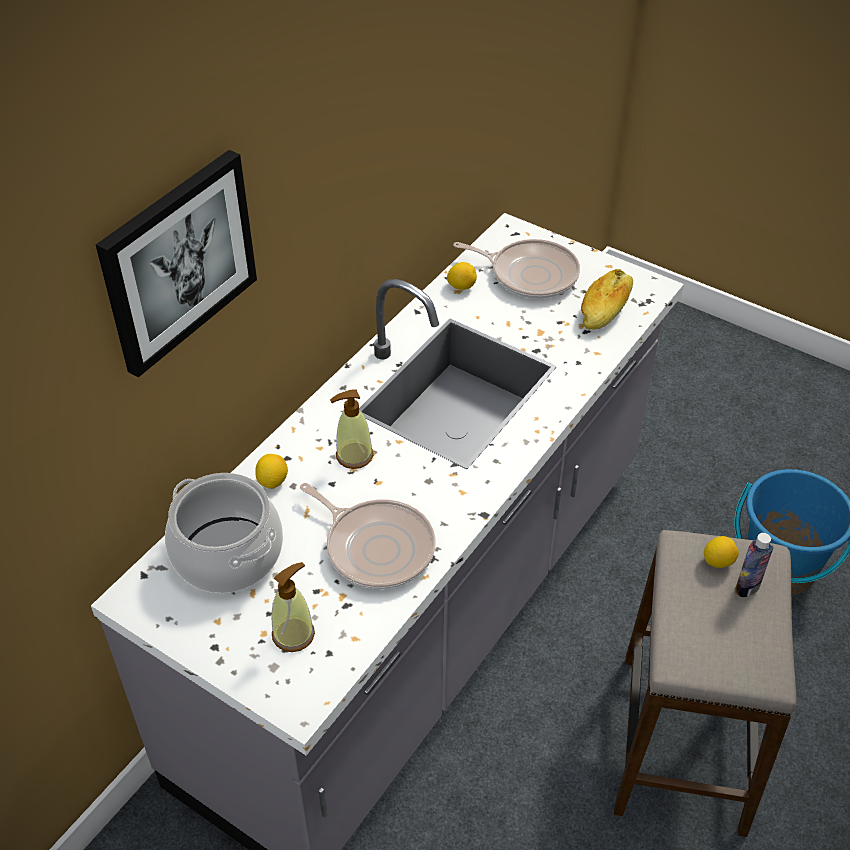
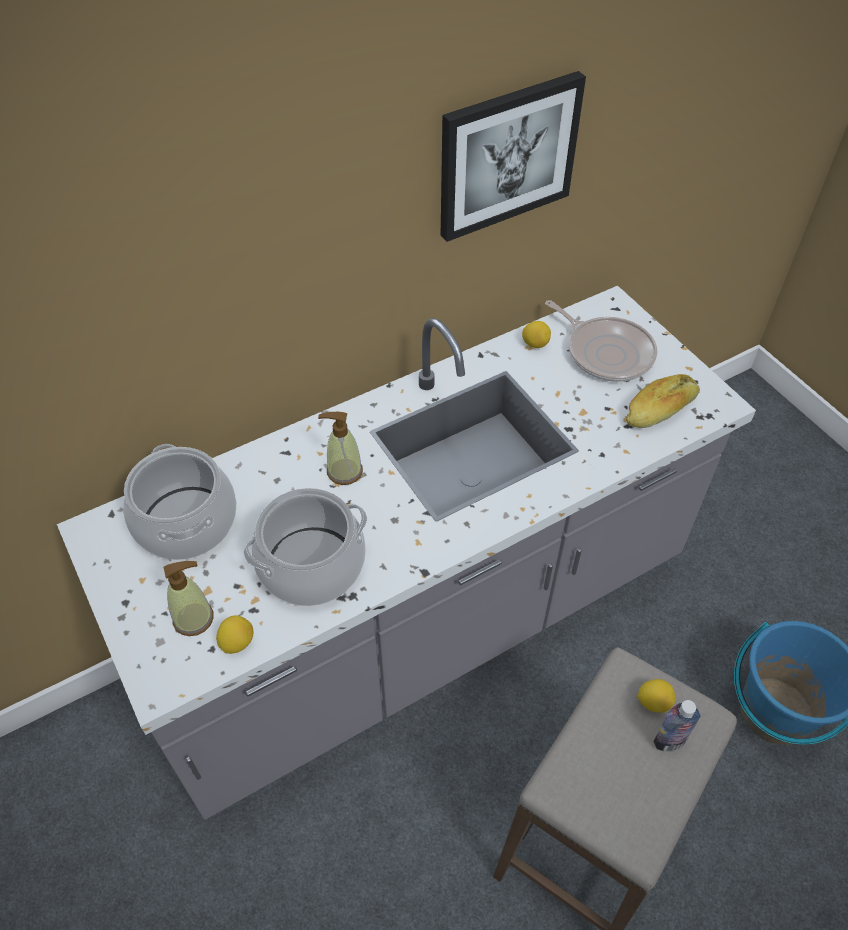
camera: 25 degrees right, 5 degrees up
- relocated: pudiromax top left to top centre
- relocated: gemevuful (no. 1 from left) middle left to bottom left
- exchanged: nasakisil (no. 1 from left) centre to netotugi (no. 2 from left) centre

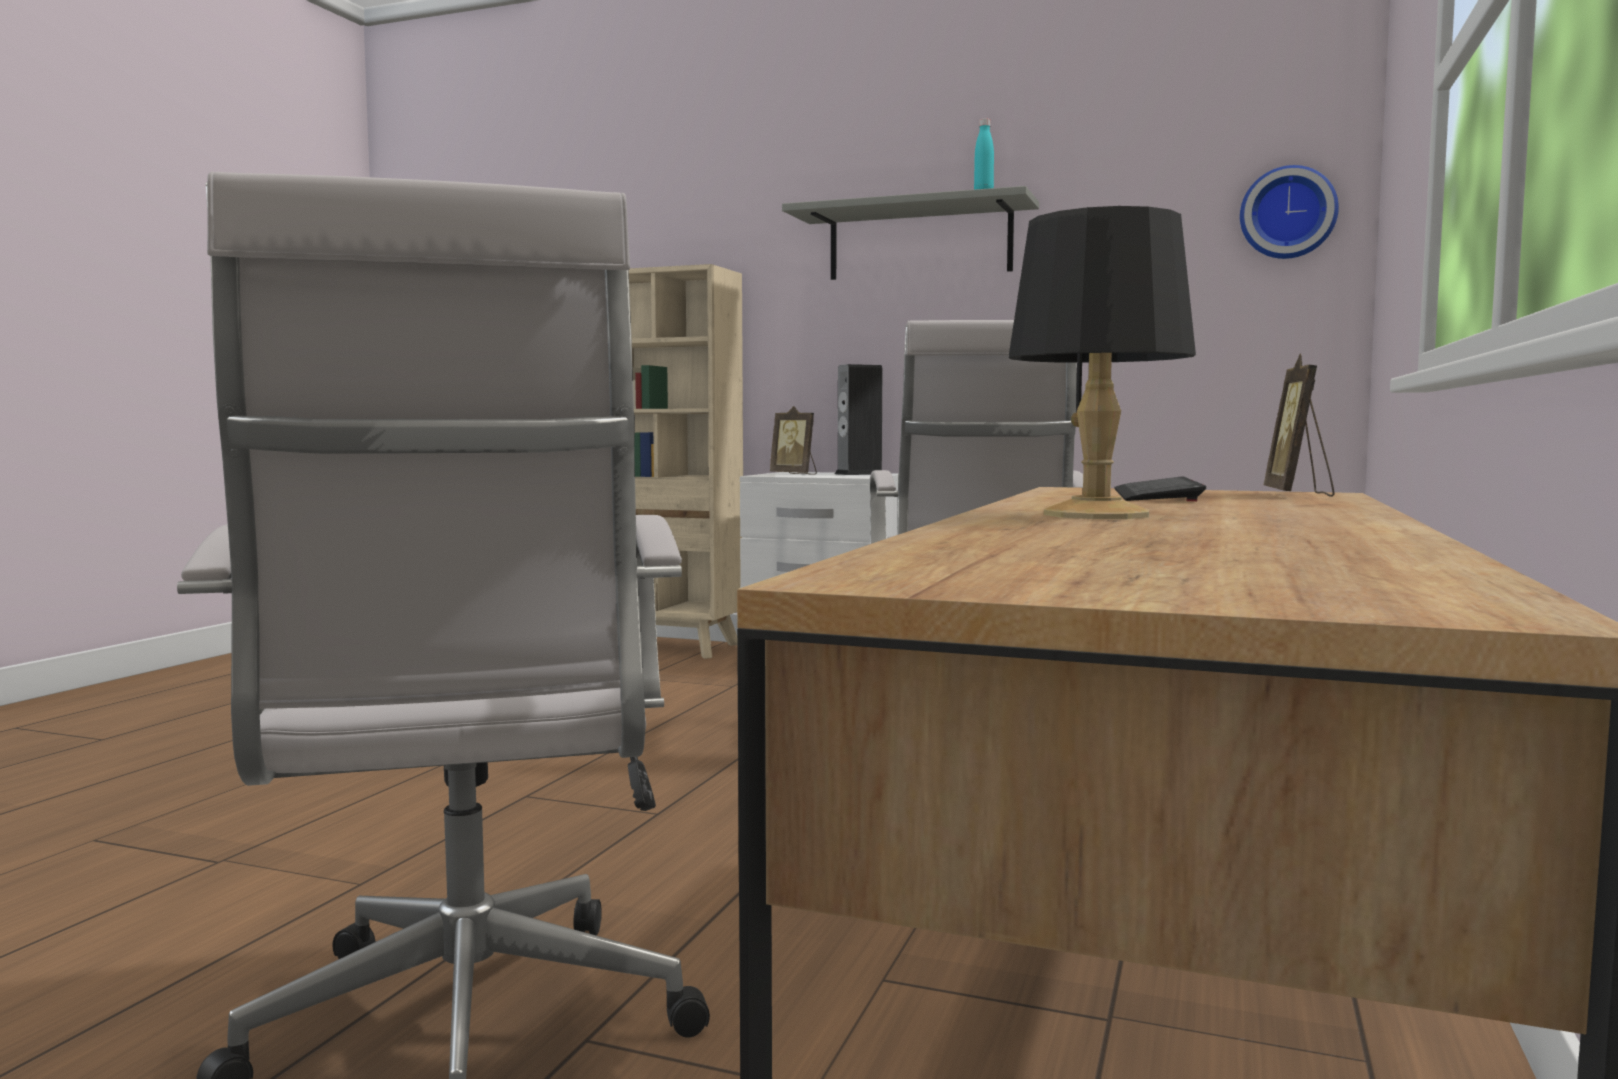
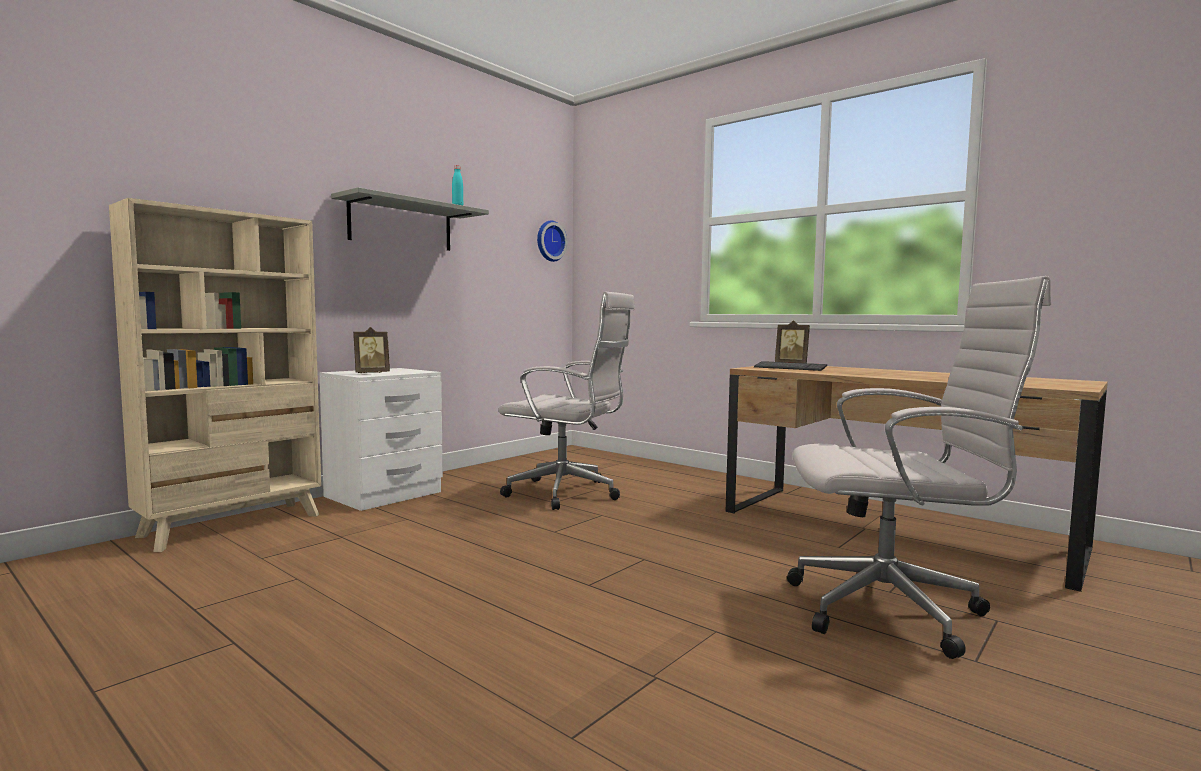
camera: 70 degrees left, 0 degrees up
- missing: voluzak centre
- missing: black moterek middle right

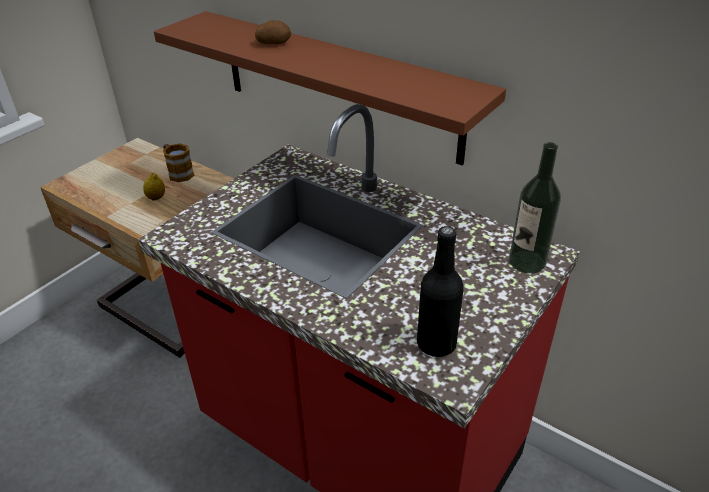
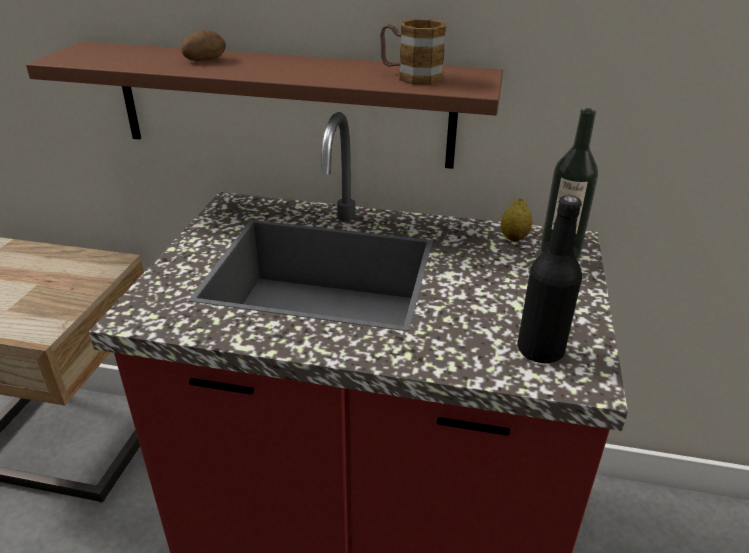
camera: 25 degrees left, 5 degrees down
- relocated: gemevuful middle left to middle right
- relocated: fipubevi top left to top centre

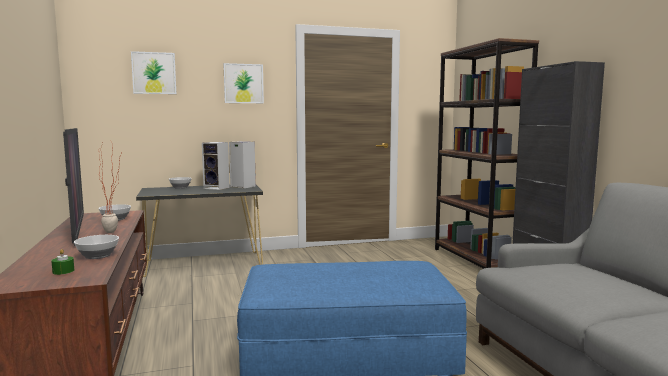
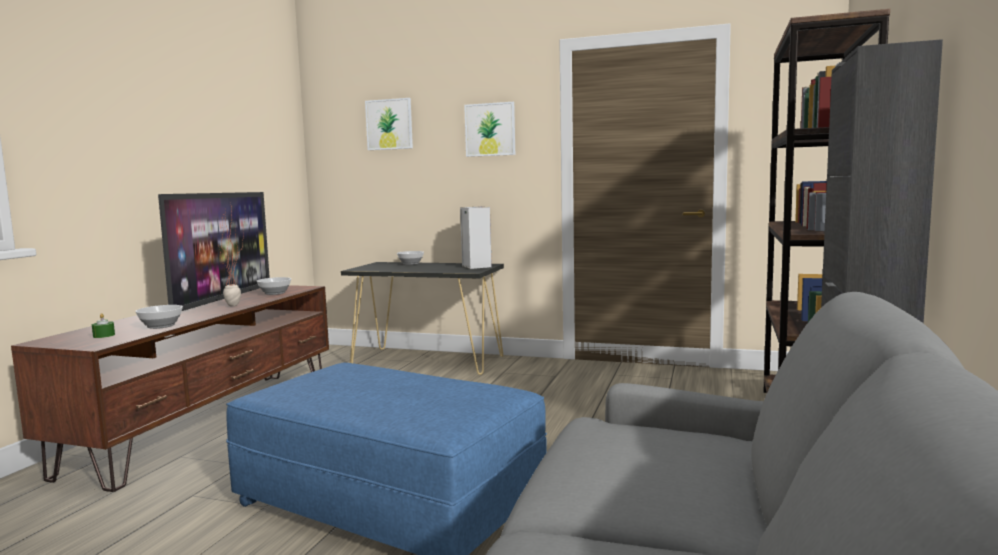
camera: 35 degrees right, 0 degrees up
- missing: voluzak (no. 1 from left) middle left

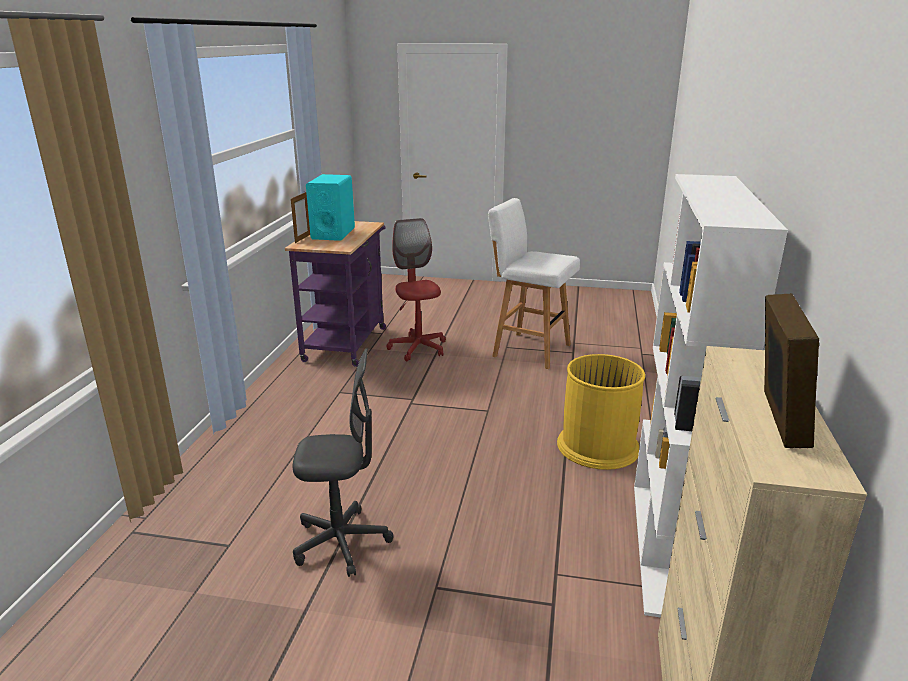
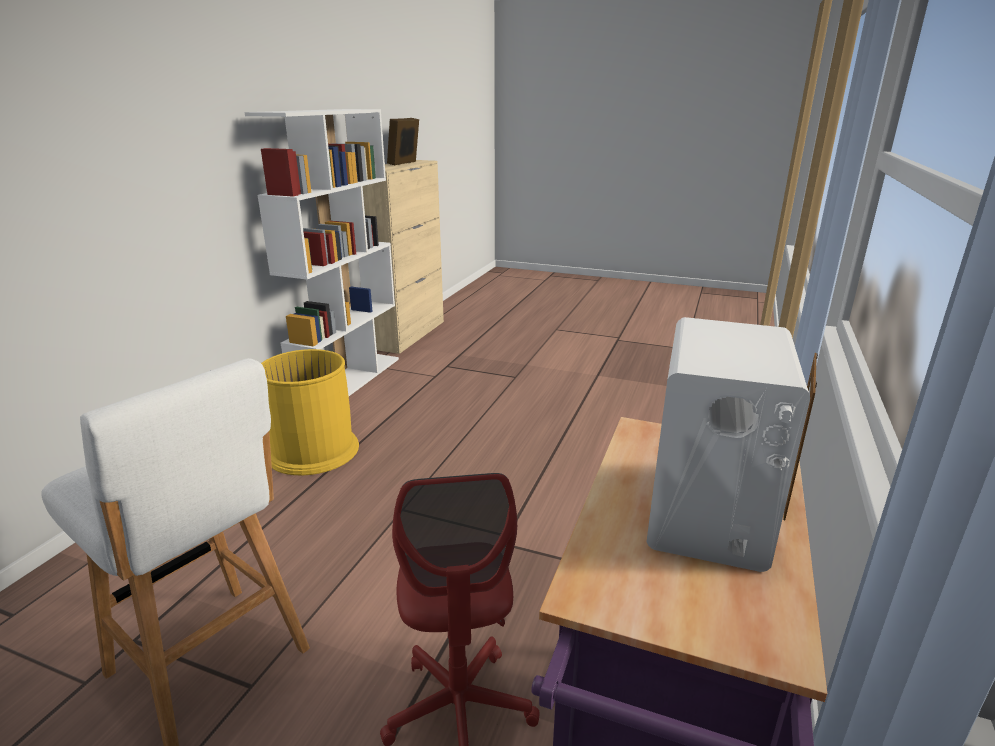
camera: 170 degrees left, 0 degrees up
- missing: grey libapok bottom centre
- colour: turquoise voluzak top centre to white voluzak middle right

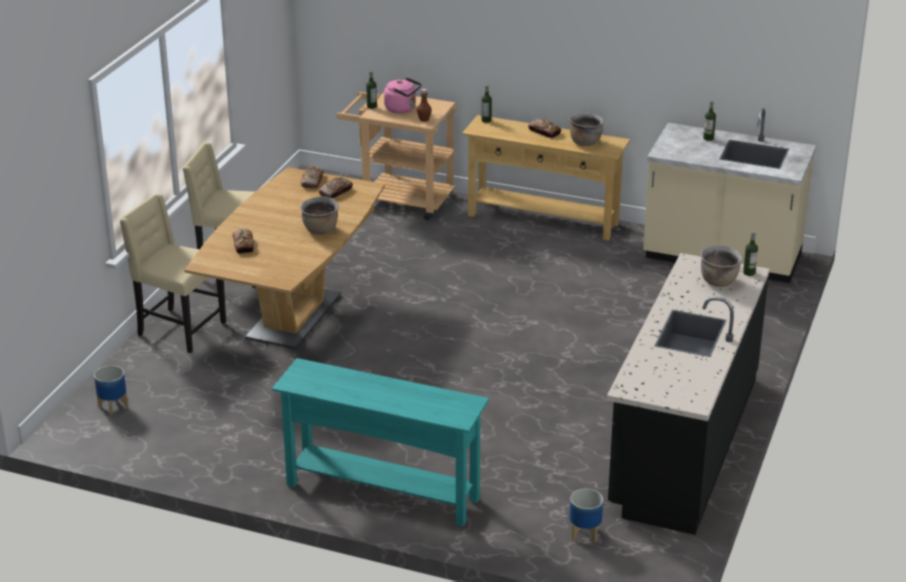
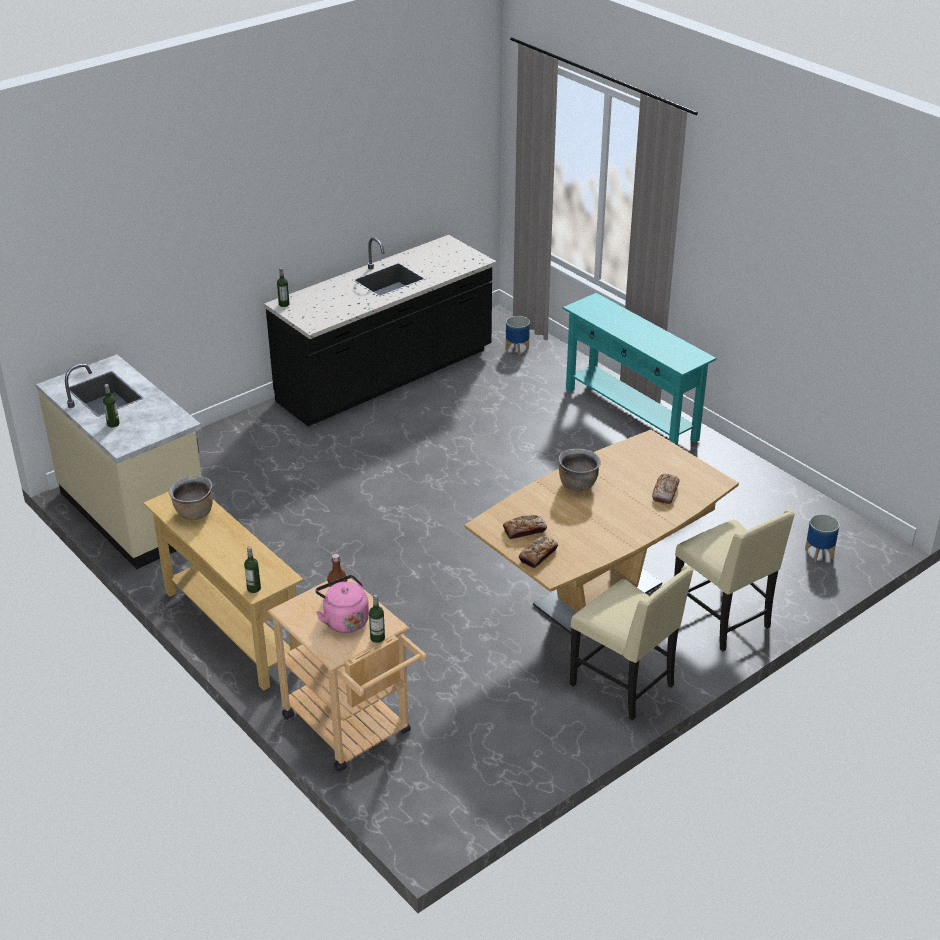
camera: 150 degrees left, 5 degrees up
- missing: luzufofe (no. 4 from left) top centre
- missing: brown netotugi (no. 3 from left) middle right

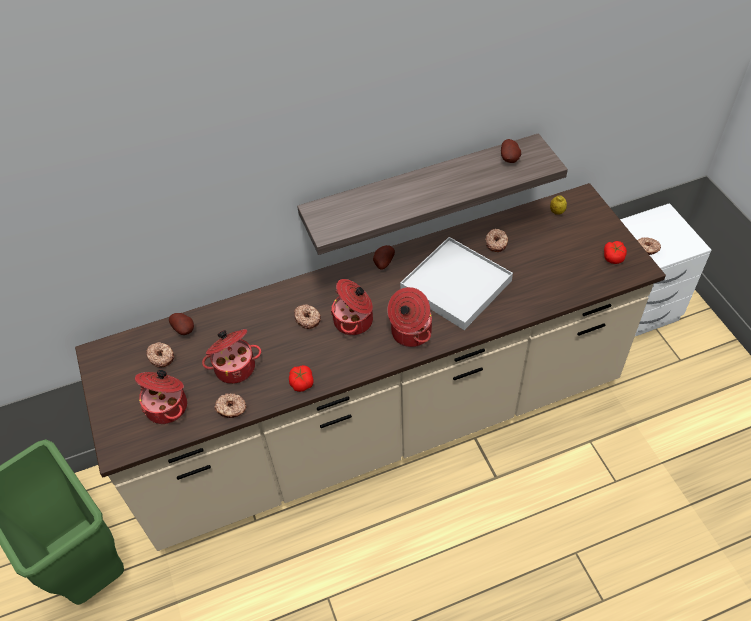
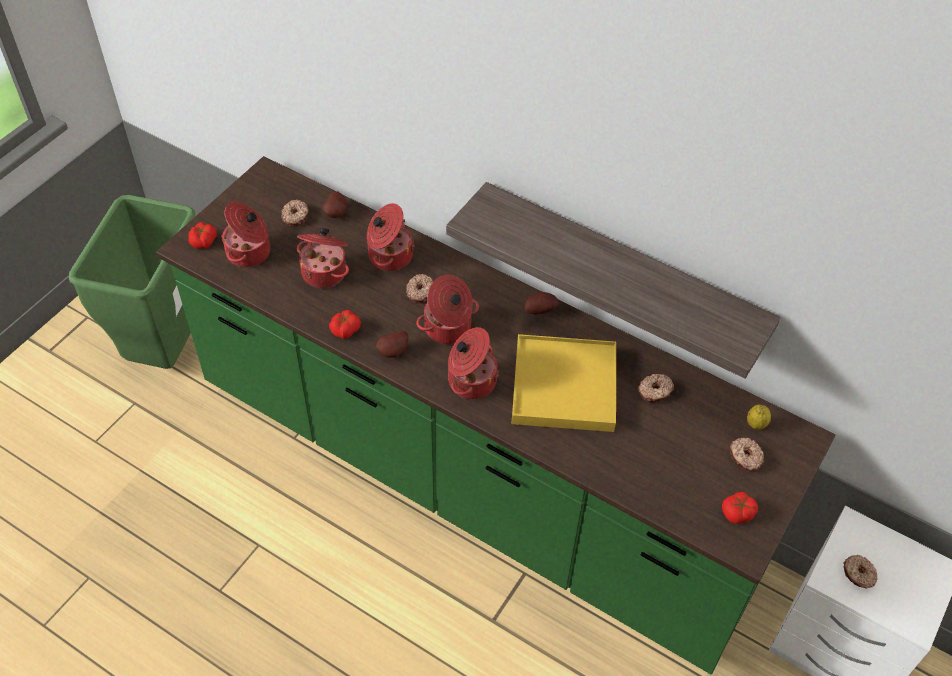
camera: 50 degrees right, 0 degrees up
- appeared: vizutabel (no. 1 from left) middle left
- appeared: netotugi (no. 3 from left) centre
- relocated: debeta (no. 2 from left in the first image) middle left to debeta (no. 4 from left) bottom right
- relocated: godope (no. 3 from left in the first image) top right to godope (no. 2 from left) centre
- colour: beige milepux centre to green milepux centre
- colour: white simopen centre to yellow simopen centre

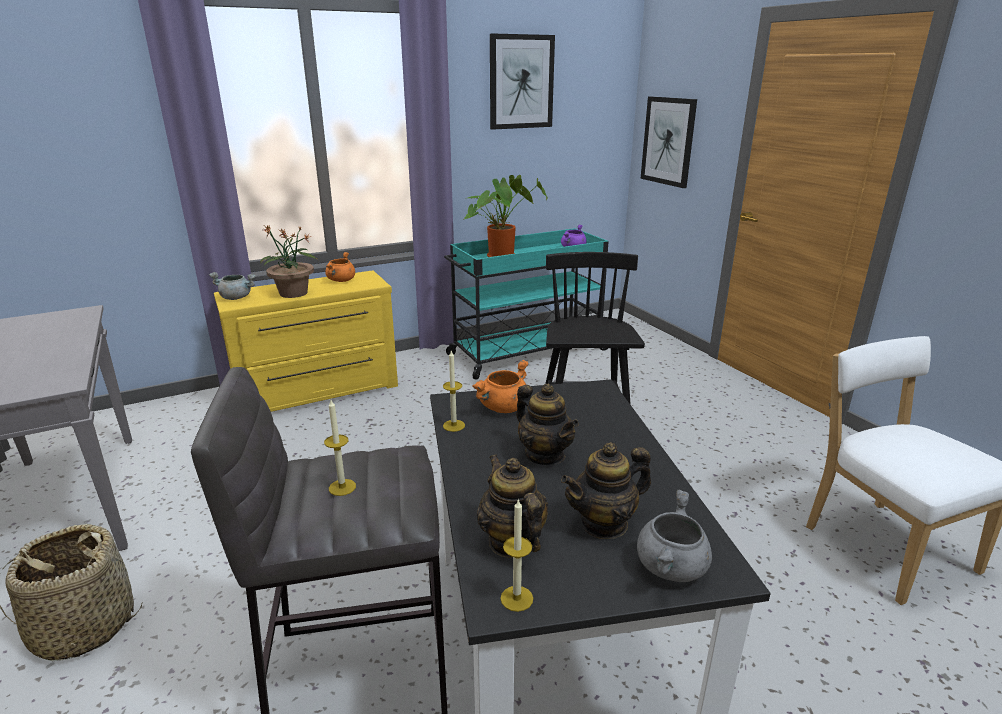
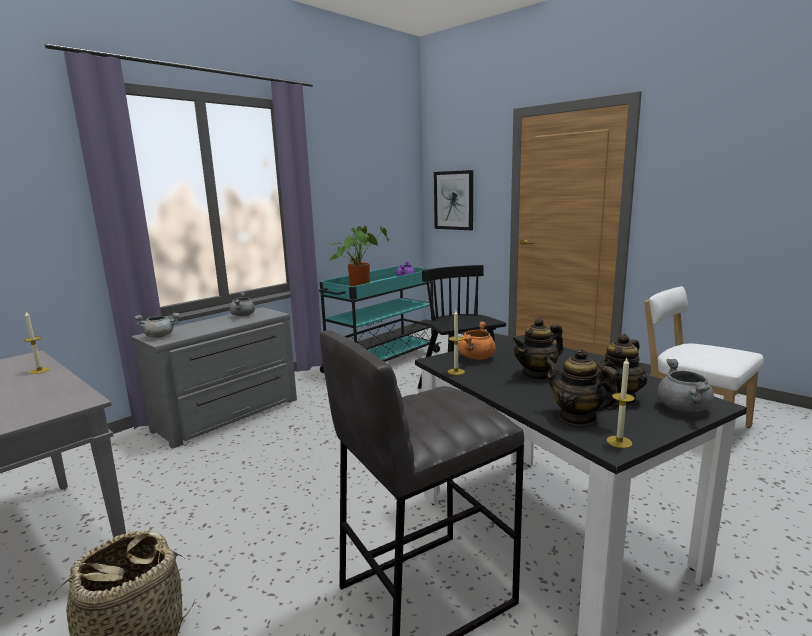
camera: 20 degrees left, 10 degrees down
- missing: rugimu (no. 1 from left) middle left
- missing: pudiromax (no. 1 from left) top centre
- relocated: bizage (no. 1 from left) centre to middle left
- colour: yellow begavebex middle left to grey begavebex middle left
- colour: orange netotugi (no. 1 from left) centre to grey netotugi (no. 2 from left) middle left
- spun: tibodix (no. 2 from left in the first image) centre = centre 120 degrees clockwise

